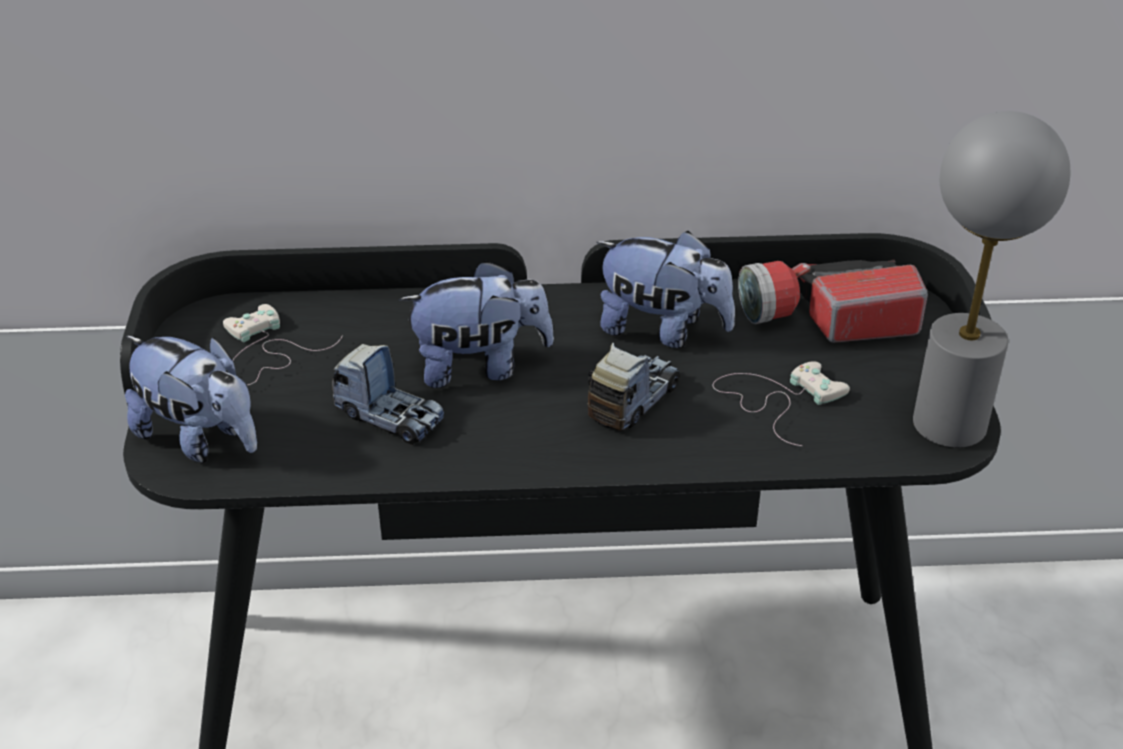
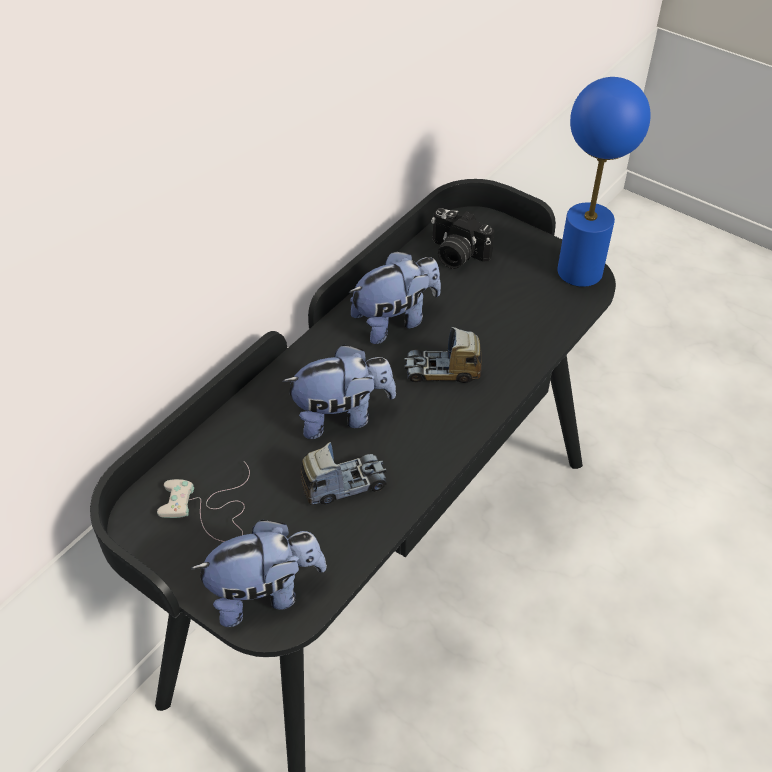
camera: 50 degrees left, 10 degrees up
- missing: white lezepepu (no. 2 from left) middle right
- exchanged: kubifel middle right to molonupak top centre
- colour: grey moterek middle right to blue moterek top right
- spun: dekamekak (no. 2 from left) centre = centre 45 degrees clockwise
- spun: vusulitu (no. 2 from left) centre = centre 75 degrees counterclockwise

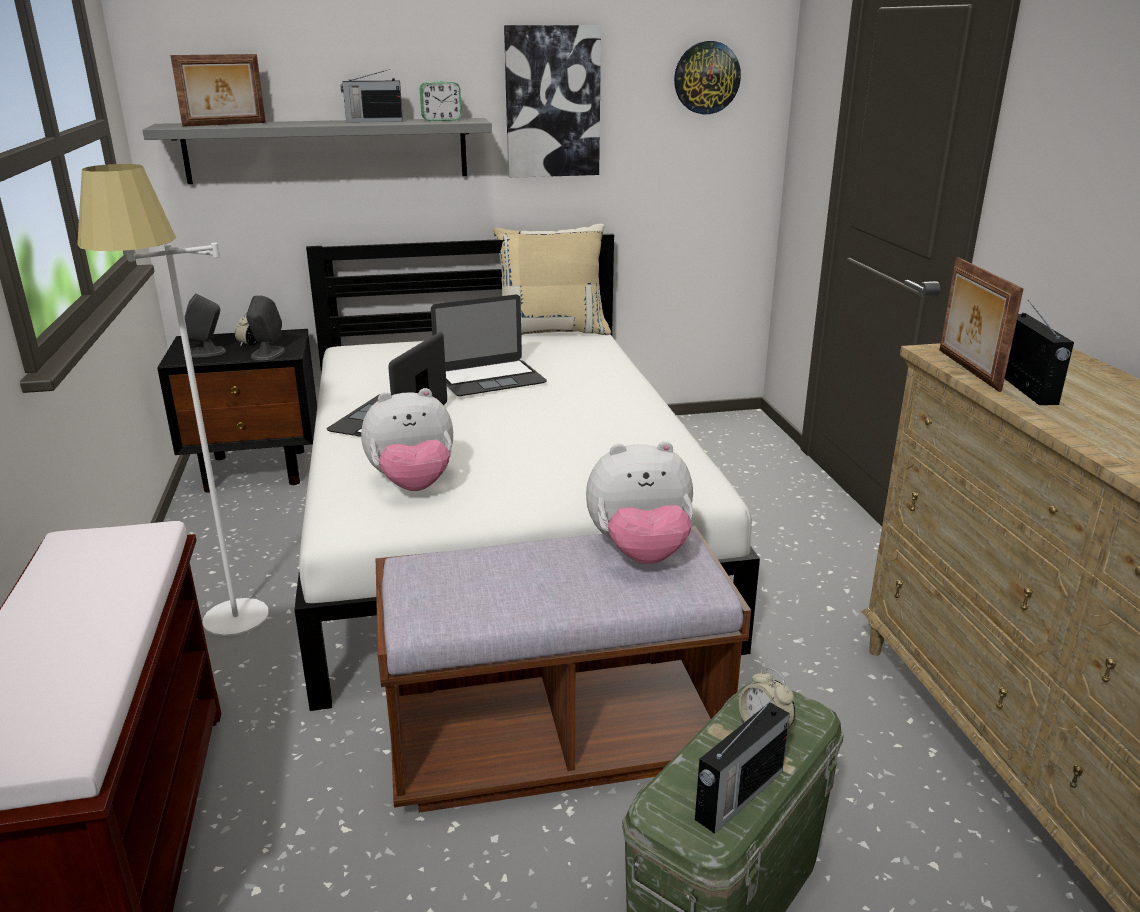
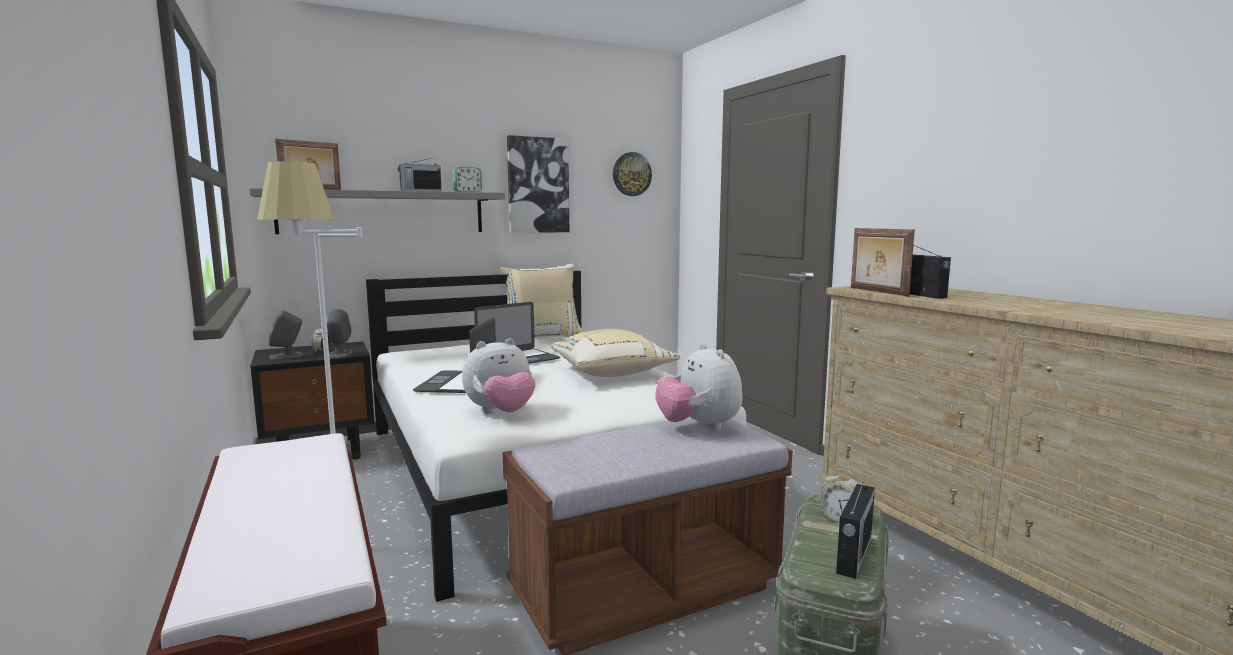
camera: 15 degrees left, 15 degrees down
- appeared: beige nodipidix (no. 2 from left) centre
- spun: dekamekak (no. 2 from left) centre = centre 90 degrees clockwise

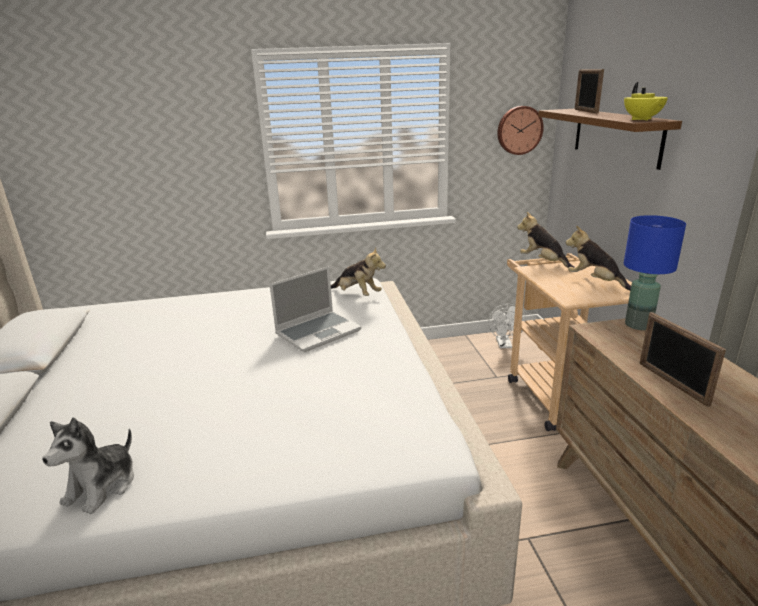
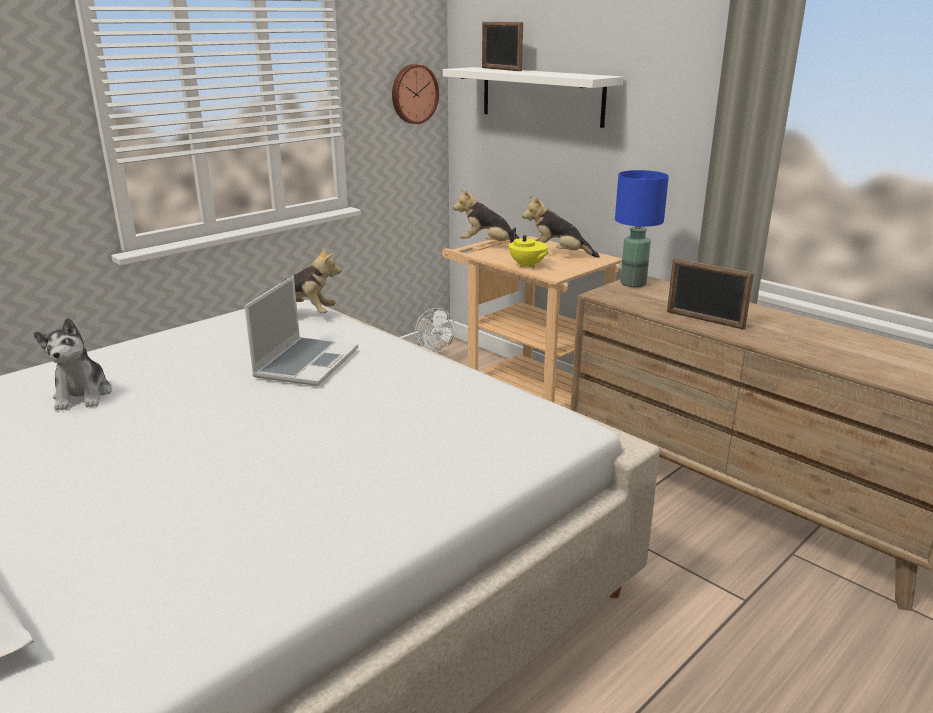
camera: 35 degrees left, 0 degrees up
- relocated: dekamekak (no. 1 from left) bottom left to middle left
- relocated: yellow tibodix top right to centre
- colour: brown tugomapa top right to white tugomapa top centre

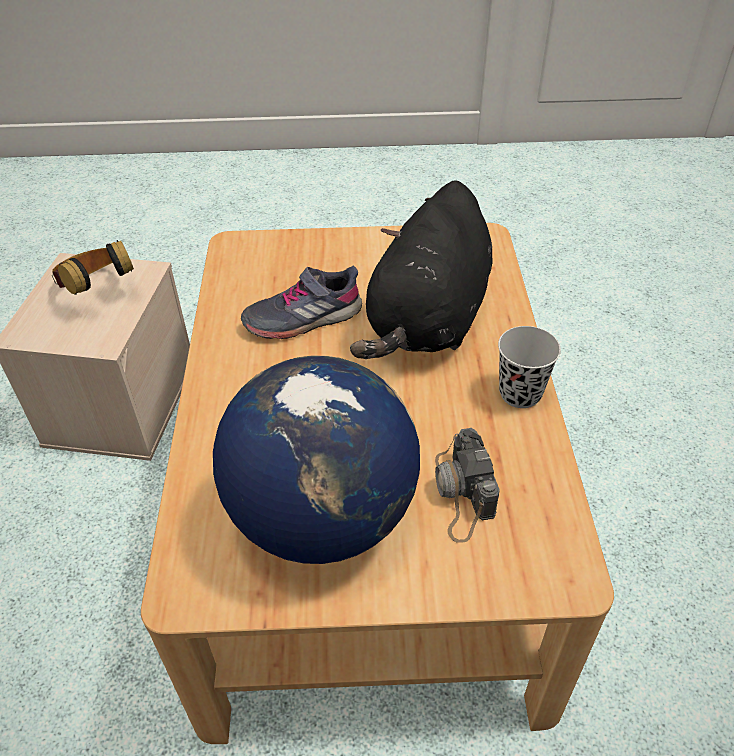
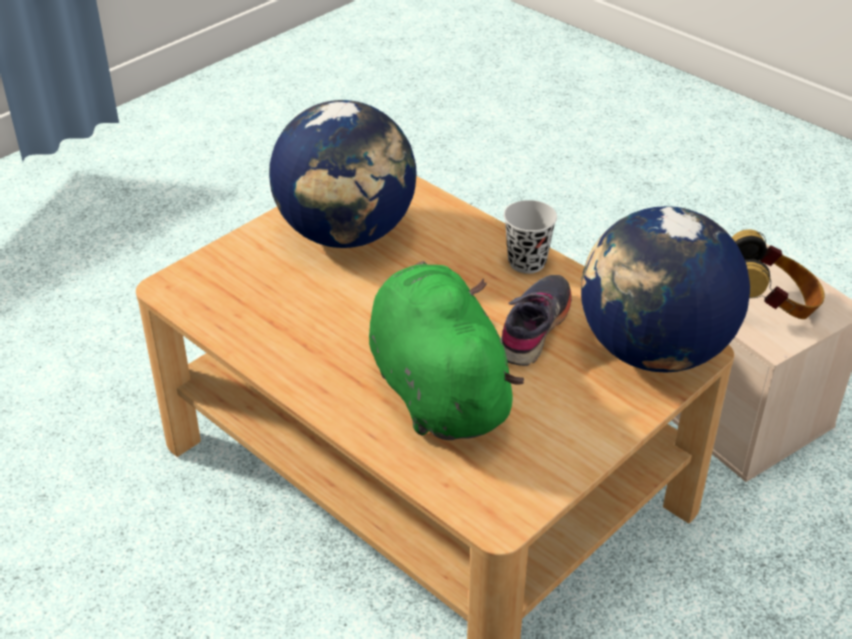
camera: 135 degrees right, 5 degrees down
- missing: molonupak centre
- appeared: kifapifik (no. 2 from left) middle right
- relocated: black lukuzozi middle right to centre
- colour: black dekamekak centre to green dekamekak centre

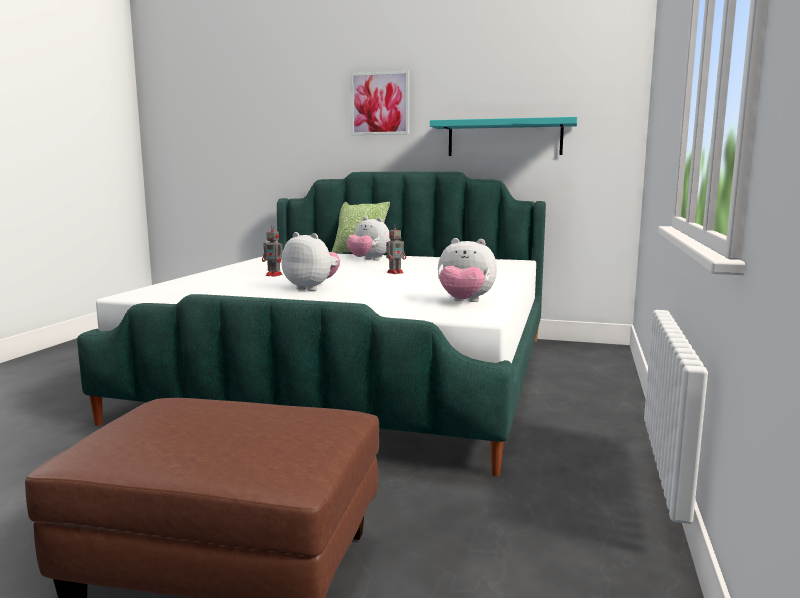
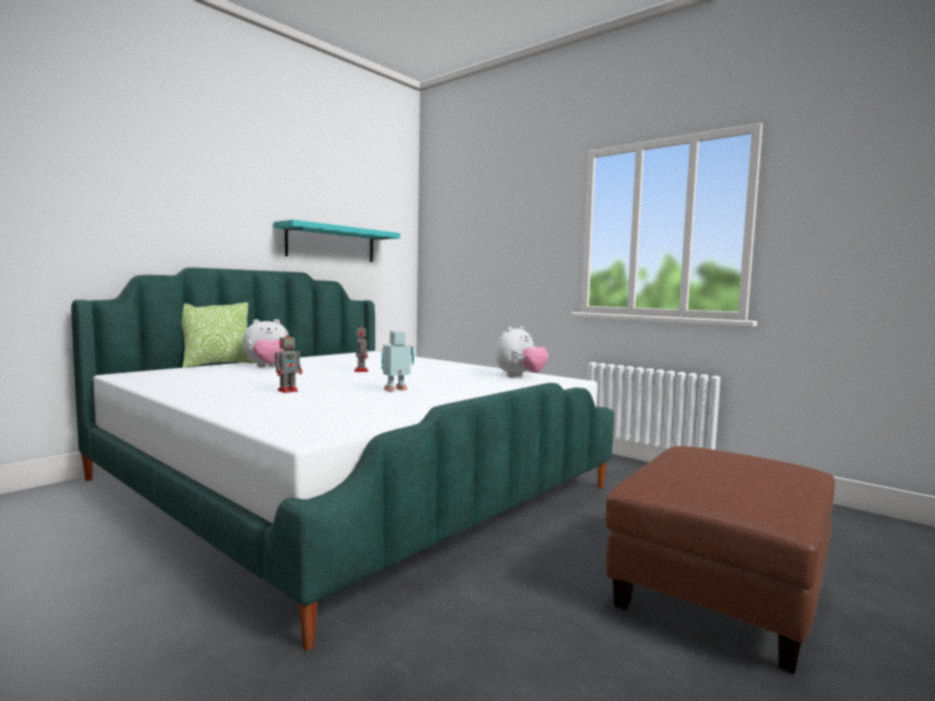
camera: 65 degrees left, 5 degrees down
- missing: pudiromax top centre
- exchanged: dekamekak (no. 1 from left) centre to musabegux (no. 3 from left) centre

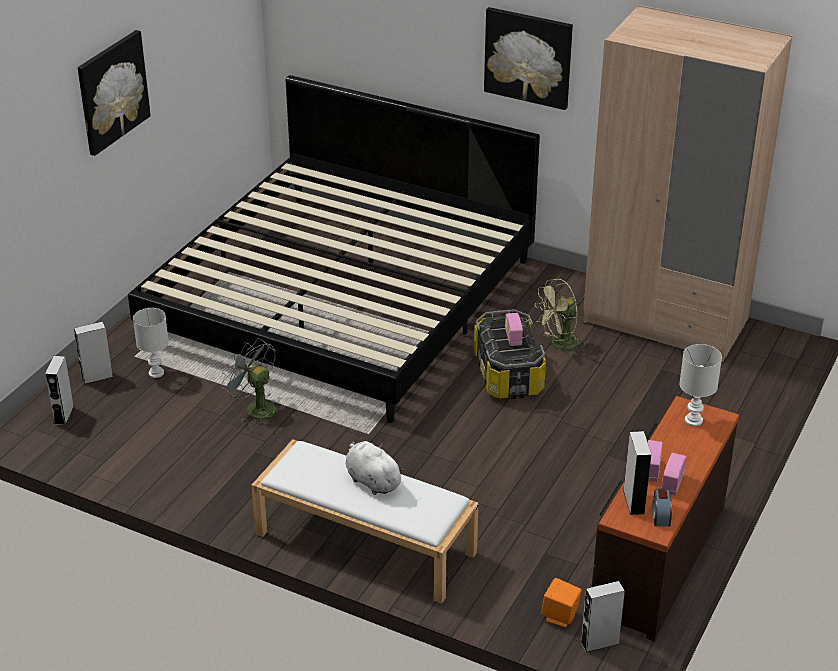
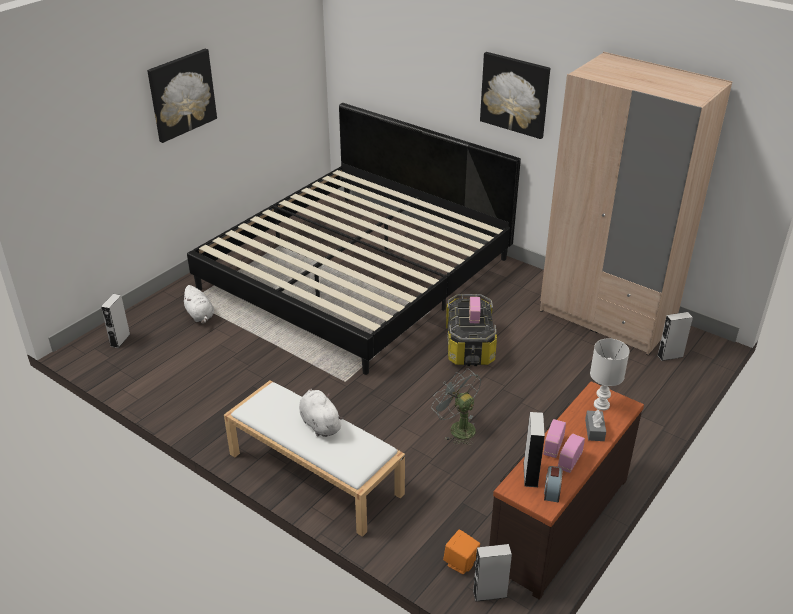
camera: 10 degrees right, 0 degrees up
- missing: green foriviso middle right
- appeared: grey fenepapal bottom right
- relocated: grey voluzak (no. 2 from left in the first image) middle left to grey voluzak (no. 4 from left) middle right
- relocated: grey foriviso middle left to centre
- exchanged: white moterek (no. 1 from left) middle left to white dekamekak (no. 1 from left) middle left

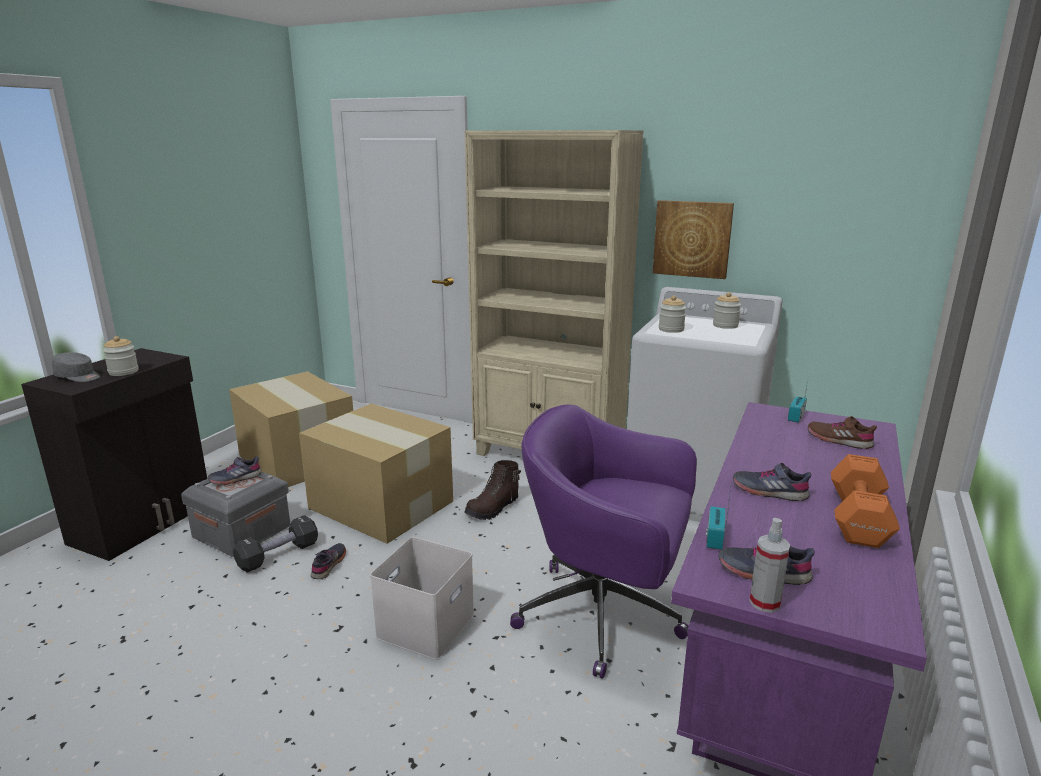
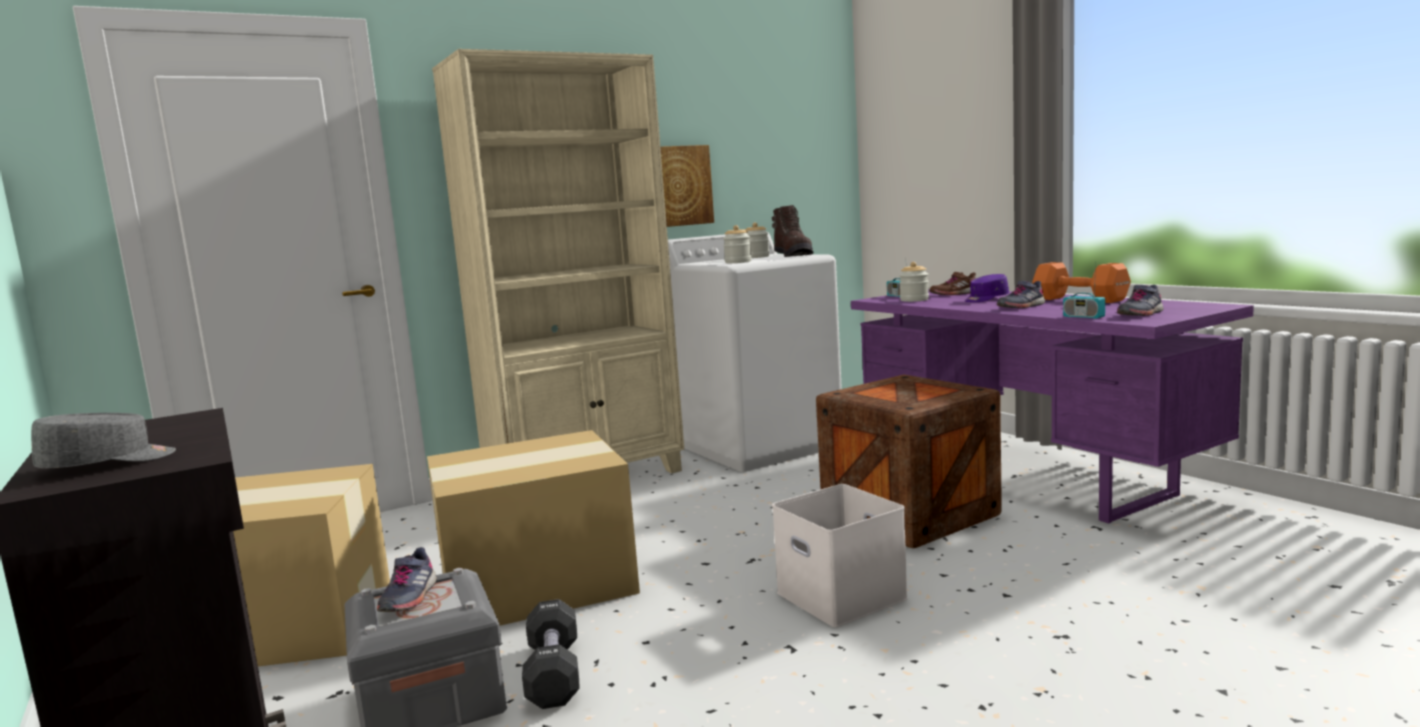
camera: 55 degrees left, 10 degrees down
- missing: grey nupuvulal (no. 2 from left) bottom left
- missing: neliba bottom right
- appeared: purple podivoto middle right
- relocated: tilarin (no. 1 from left in the first image) middle left to tilarin (no. 3 from left) centre
- relocated: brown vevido centre to top centre
- exchanged: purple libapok bottom centre to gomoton centre

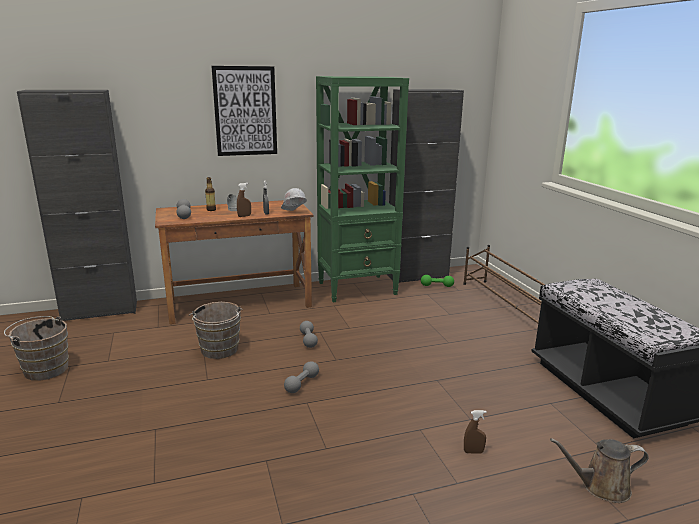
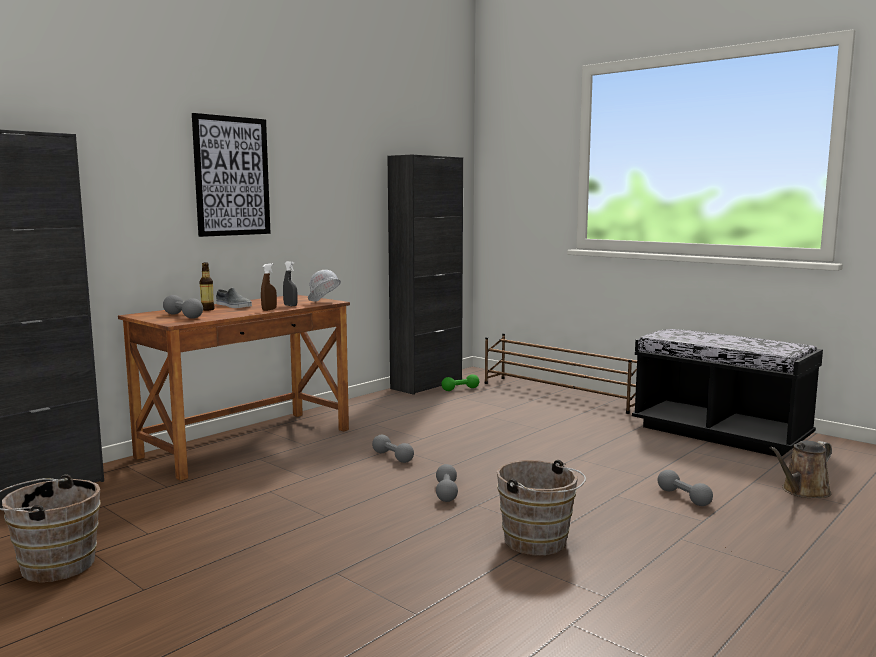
camera: 30 degrees left, 10 degrees down
- missing: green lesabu centre
- relocated: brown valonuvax (no. 2 from left) middle left to bottom centre
- exchanged: brown neliba (no. 2 from left) bottom right to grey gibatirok (no. 4 from left) bottom right

